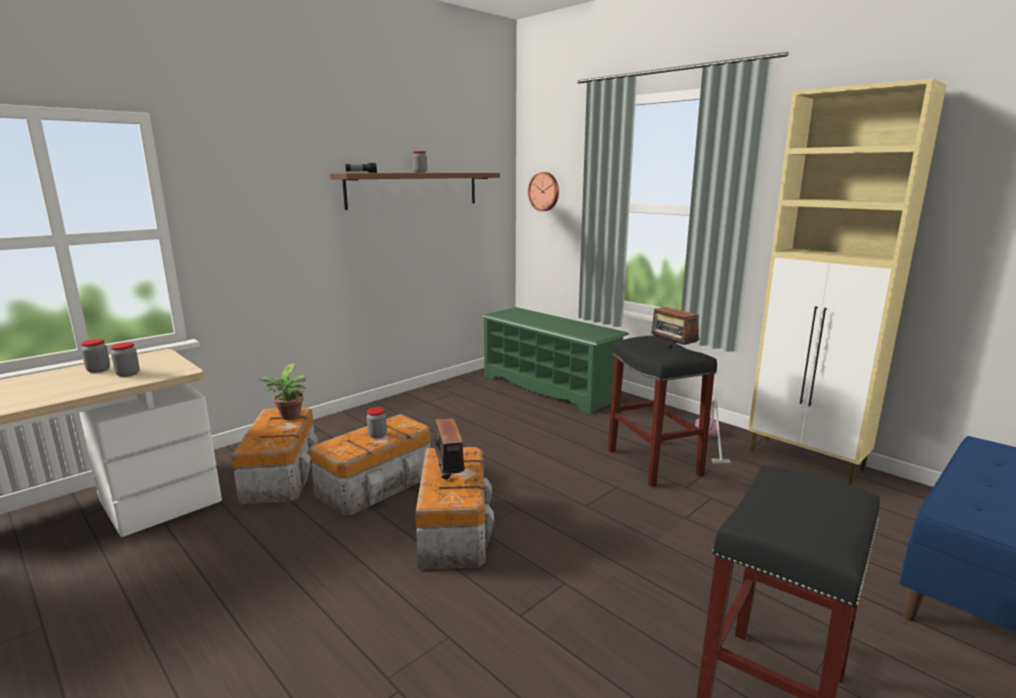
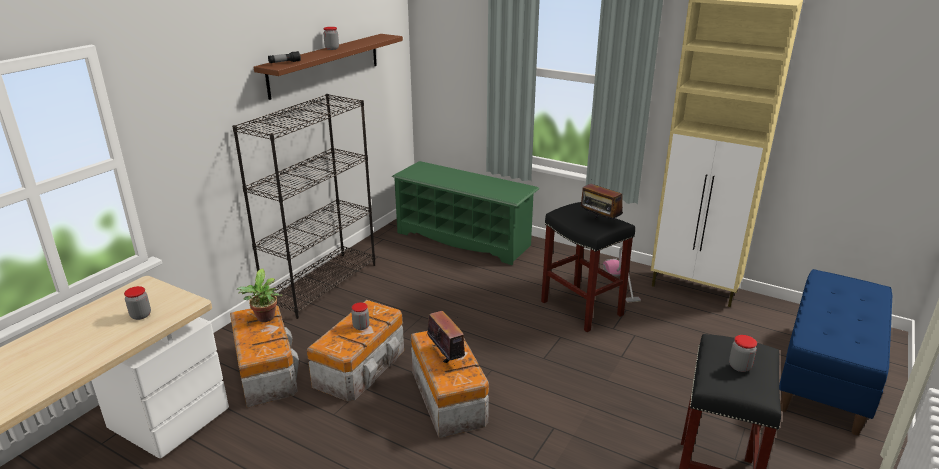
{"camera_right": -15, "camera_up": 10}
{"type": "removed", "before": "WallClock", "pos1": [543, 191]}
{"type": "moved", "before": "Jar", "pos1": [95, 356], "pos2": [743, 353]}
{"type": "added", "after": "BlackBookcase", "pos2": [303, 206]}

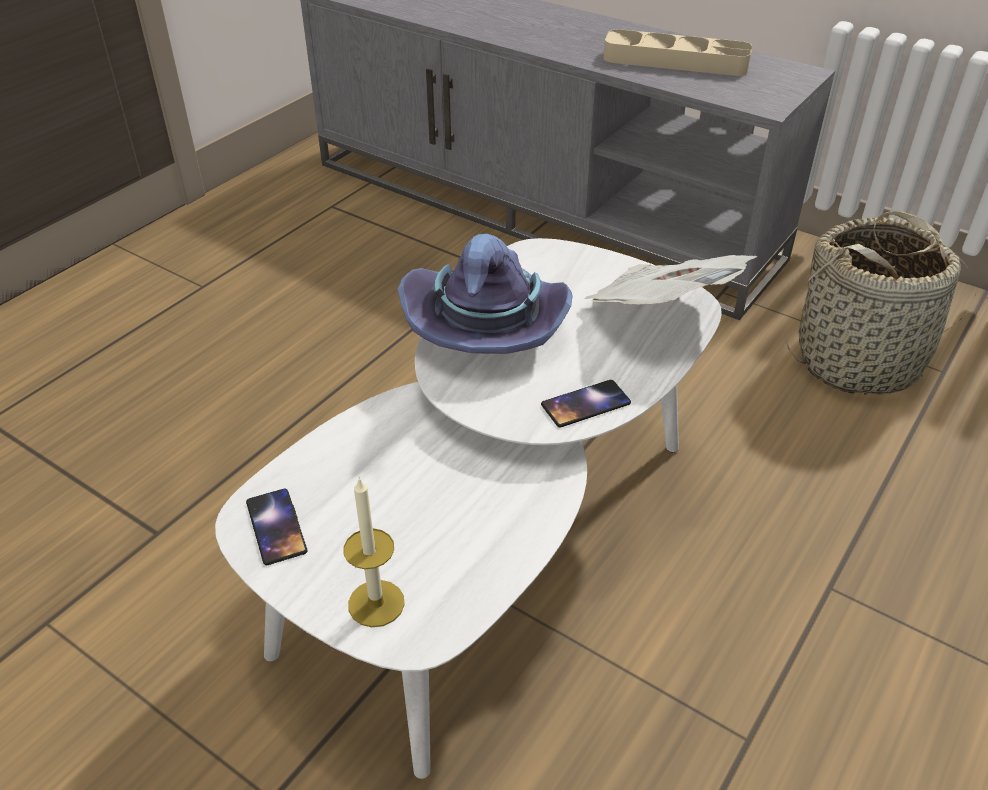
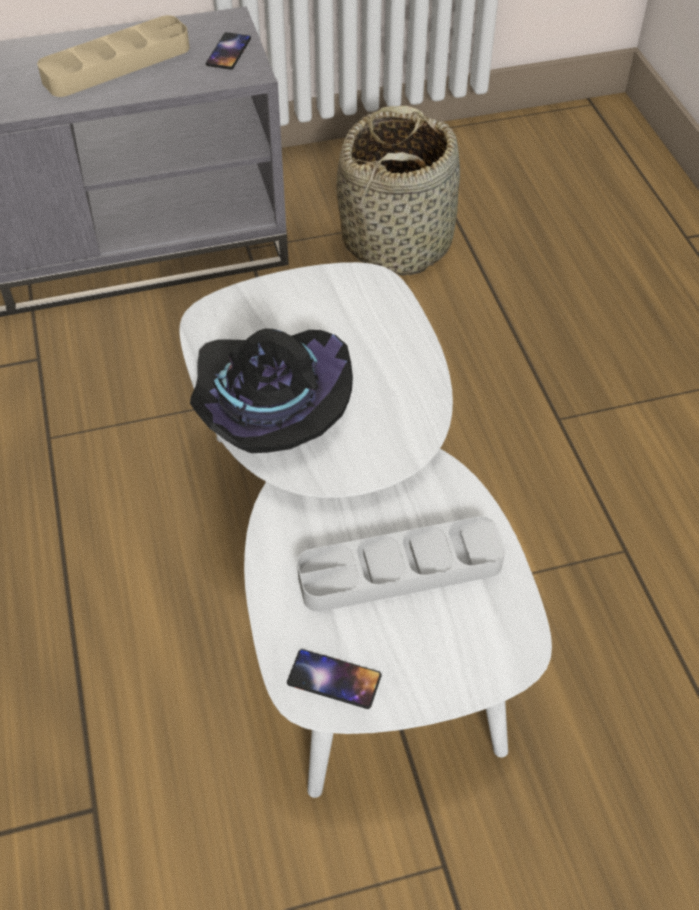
{"camera_right": -50, "camera_up": 10}
{"type": "recoloured", "before": "PurpleHat", "after": "BlackHat", "pos1": [485, 294], "pos2": [271, 391]}
{"type": "removed", "before": "Newspaper", "pos1": [670, 280]}
{"type": "moved", "before": "Phone", "pos1": [586, 404], "pos2": [228, 51]}
{"type": "removed", "before": "Candle", "pos1": [374, 552]}
{"type": "added", "after": "GreyTray", "pos2": [401, 564]}

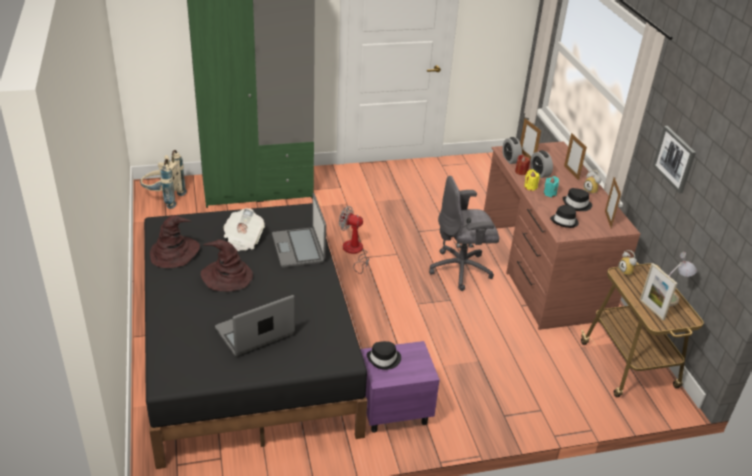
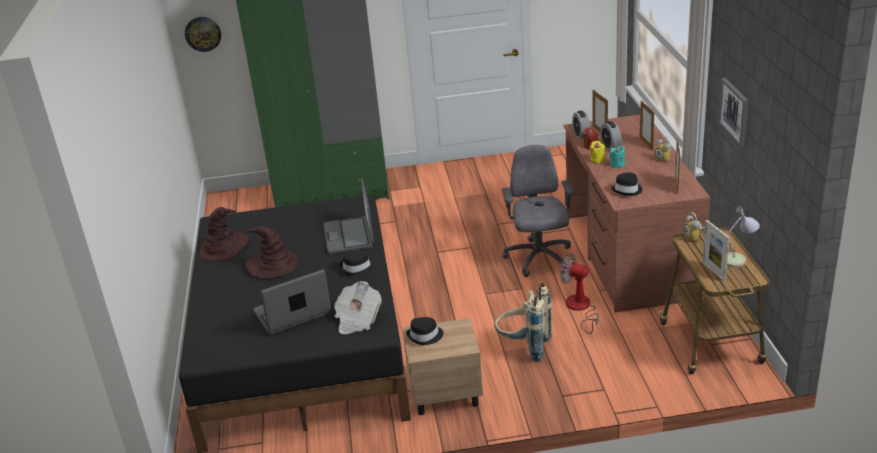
{"camera_right": 10, "camera_up": -5}
{"type": "moved", "before": "BeigeBackpack", "pos1": [163, 179], "pos2": [523, 322]}
{"type": "turned", "before": "GreyOfficeChair", "pos1": [464, 233], "pos2": [538, 211], "turn": 90}
{"type": "moved", "before": "BlackHat", "pos1": [577, 199], "pos2": [357, 263]}
{"type": "moved", "before": "Fan", "pos1": [354, 240], "pos2": [579, 294]}
{"type": "moved", "before": "Newspaper", "pos1": [244, 229], "pos2": [358, 307]}
{"type": "recoloured", "before": "PurpleNightstand", "after": "BeigeNightstand", "pos1": [400, 387], "pos2": [442, 366]}
{"type": "added", "after": "WallClock", "pos2": [203, 34]}

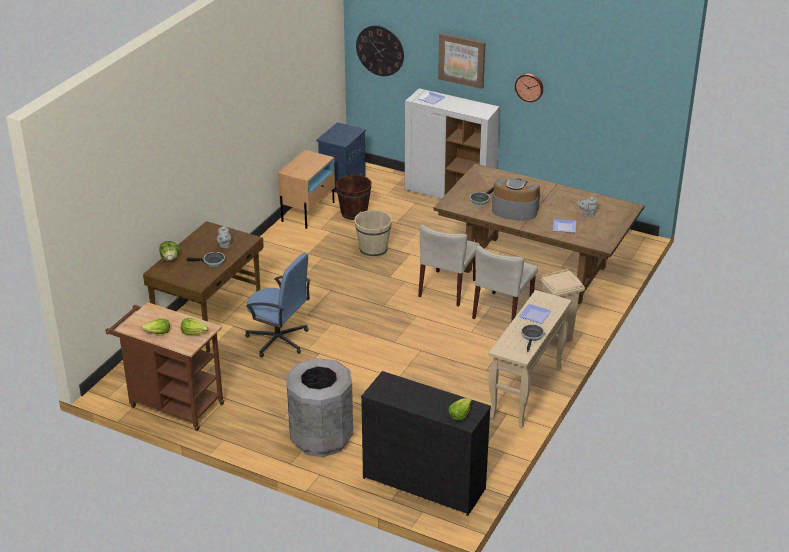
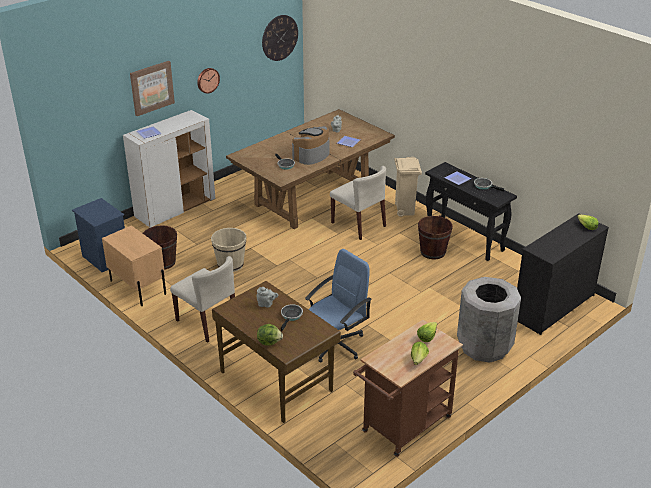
{"camera_right": -70, "camera_up": 0}
{"type": "moved", "before": "WallClock", "pos1": [380, 50], "pos2": [280, 38]}
{"type": "moved", "before": "BeigeChair", "pos1": [449, 266], "pos2": [202, 299]}
{"type": "recoloured", "before": "BeigeConsoleTable", "after": "BlackConsoleTable", "pos1": [530, 359], "pos2": [471, 211]}
{"type": "added", "after": "BrownBucket", "pos2": [435, 237]}

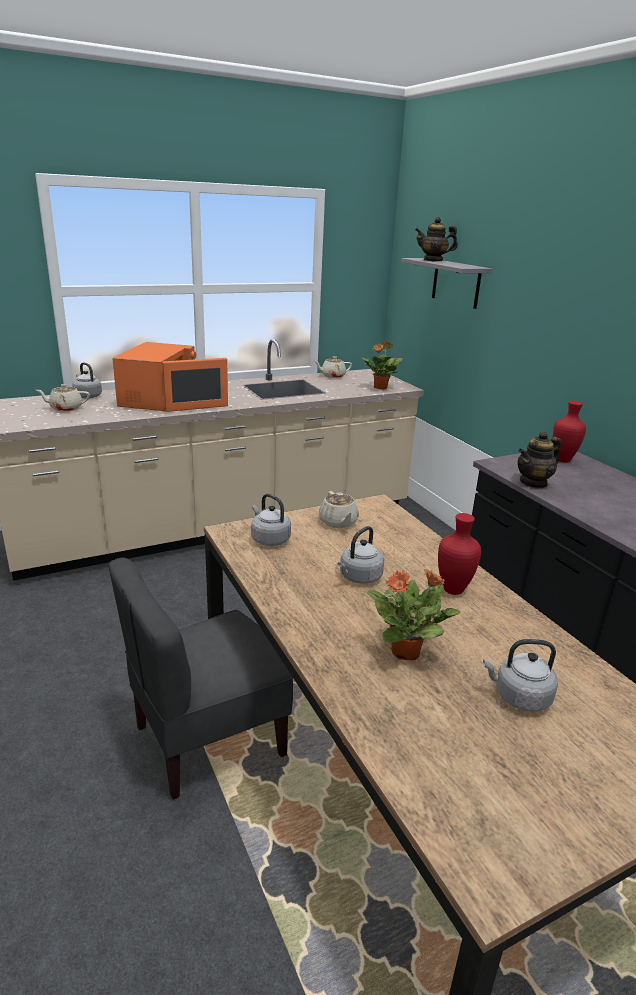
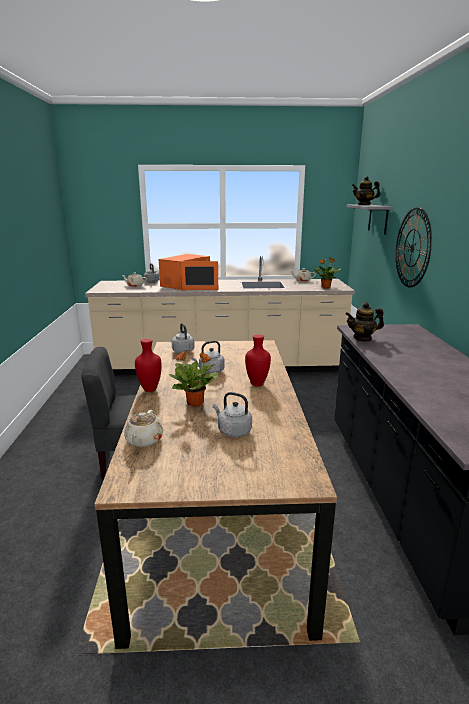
{"camera_right": 25, "camera_up": -5}
{"type": "moved", "before": "RedVase", "pos1": [569, 432], "pos2": [148, 365]}
{"type": "moved", "before": "BeigeTeapot", "pos1": [339, 509], "pos2": [143, 428]}
{"type": "added", "after": "WallClock", "pos2": [414, 247]}

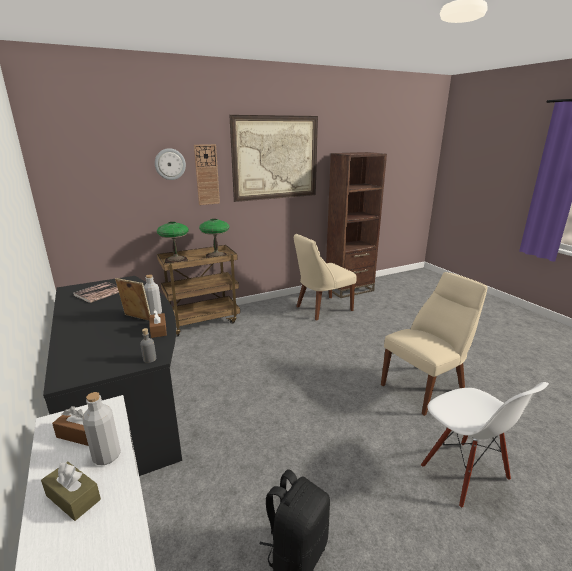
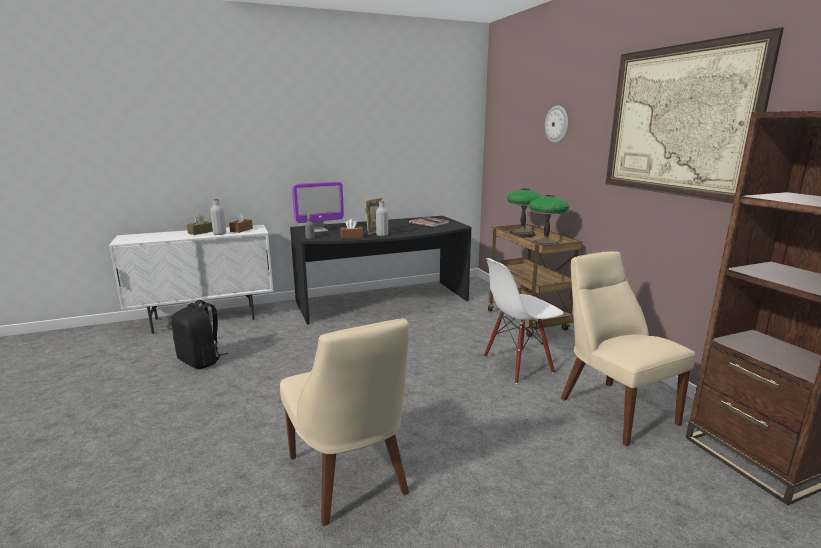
{"camera_right": 95, "camera_up": -5}
{"type": "removed", "before": "WallClock", "pos1": [207, 174]}
{"type": "moved", "before": "WhiteChair", "pos1": [485, 445], "pos2": [524, 321]}
{"type": "added", "after": "Monitor", "pos2": [318, 207]}

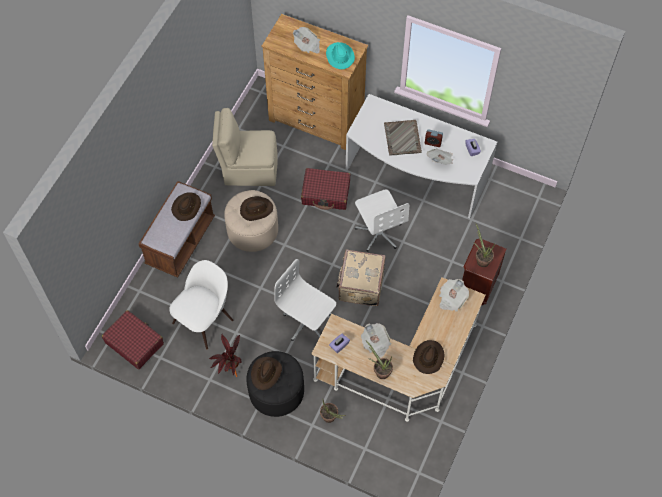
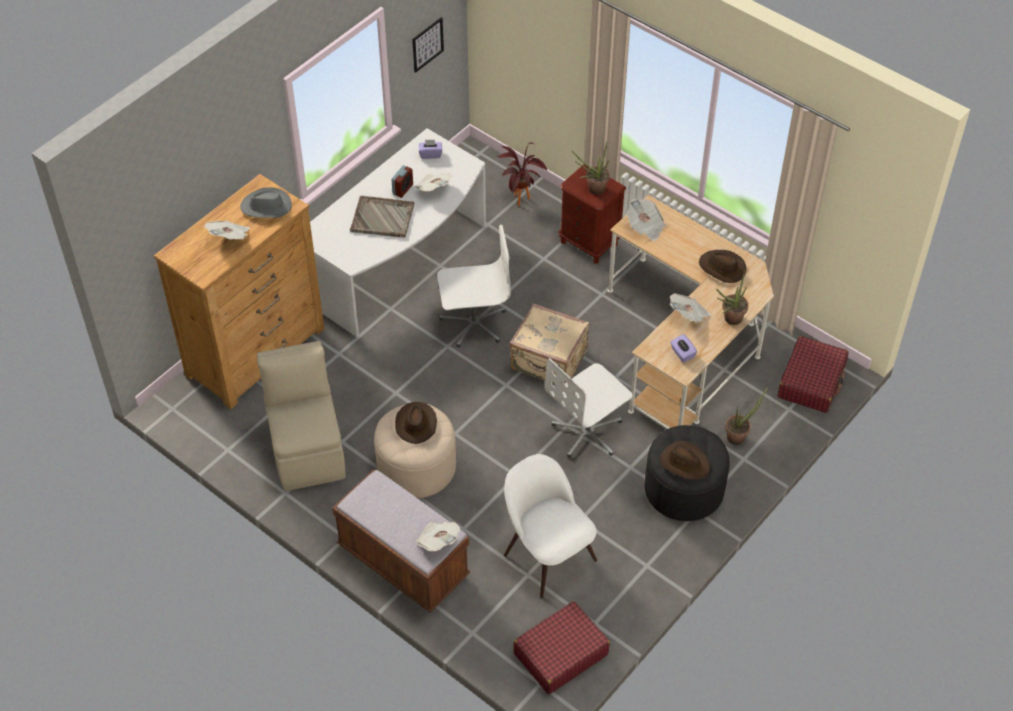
{"camera_right": -75, "camera_up": -10}
{"type": "recoloured", "before": "TurquoiseHat", "after": "GreyHat", "pos1": [340, 55], "pos2": [266, 202]}
{"type": "turned", "before": "BeigeChair", "pos1": [245, 147], "pos2": [301, 416], "turn": 150}
{"type": "moved", "before": "RedSuitcase", "pos1": [325, 189], "pos2": [813, 374]}
{"type": "removed", "before": "BrownHat", "pos1": [186, 206]}
{"type": "moved", "before": "PottedPlant", "pos1": [225, 355], "pos2": [521, 174]}
{"type": "added", "after": "Picture", "pos2": [428, 45]}
{"type": "added", "after": "Newspaper", "pos2": [438, 536]}

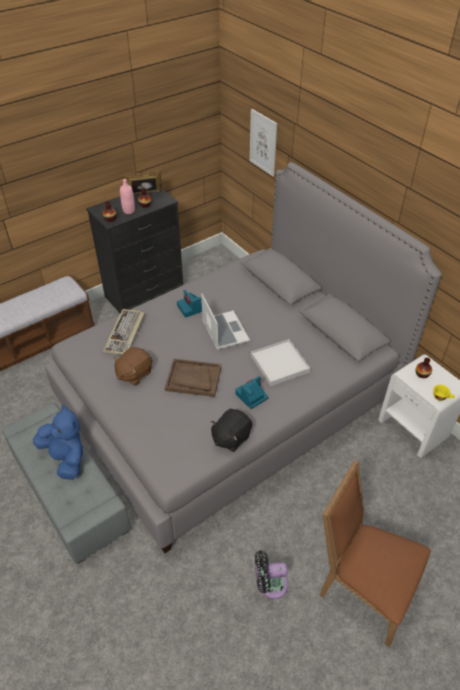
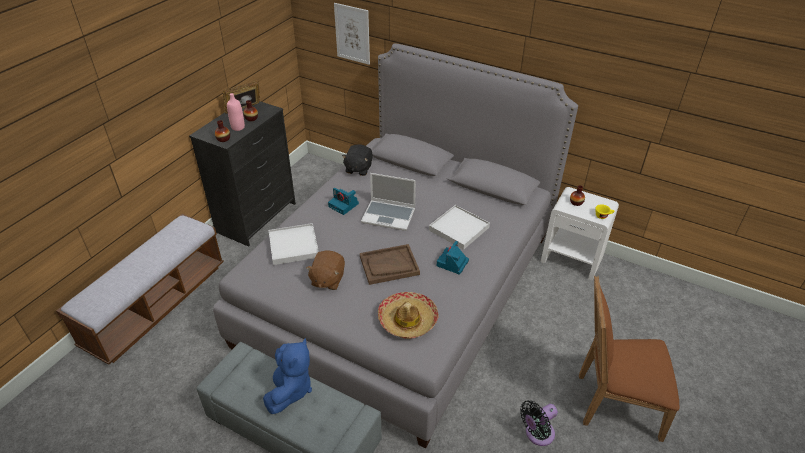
{"camera_right": -25, "camera_up": -5}
{"type": "turned", "before": "Laptop", "pos1": [225, 322], "pos2": [388, 202], "turn": 150}
{"type": "replaced", "before": "Keyboard", "after": "WhiteTray", "pos1": [124, 332], "pos2": [294, 244]}
{"type": "turned", "before": "BluePlushToy", "pos1": [58, 442], "pos2": [287, 376], "turn": 75}
{"type": "moved", "before": "BlackPlushToy", "pos1": [231, 430], "pos2": [357, 160]}
{"type": "added", "after": "Hat", "pos2": [408, 315]}

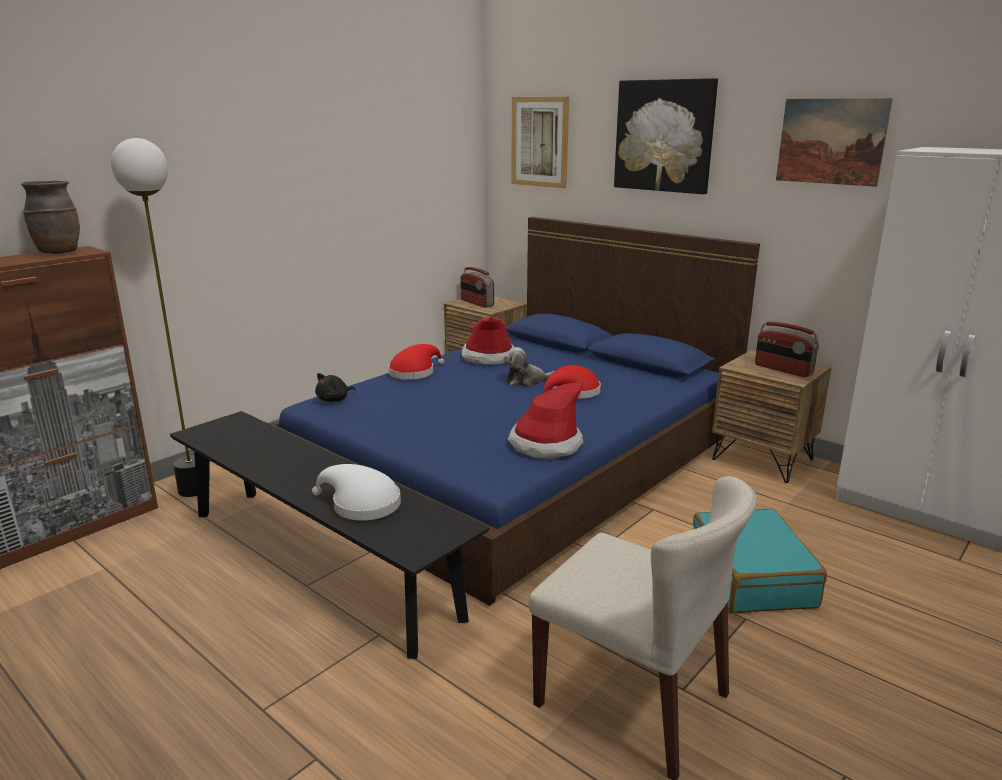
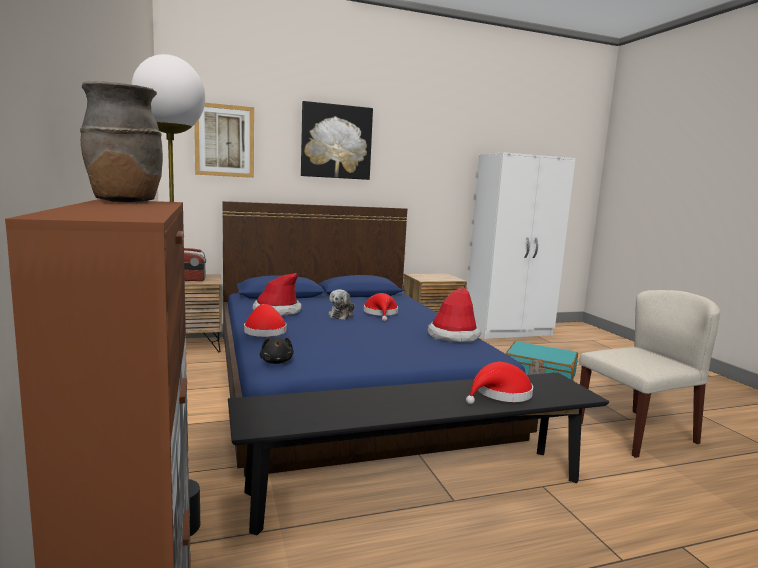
{"camera_right": -60, "camera_up": -10}
{"type": "removed", "before": "Picture", "pos1": [834, 142]}
{"type": "removed", "before": "Radio", "pos1": [787, 349]}
{"type": "recoloured", "before": "WhiteHat", "after": "RedHat", "pos1": [356, 492], "pos2": [499, 383]}

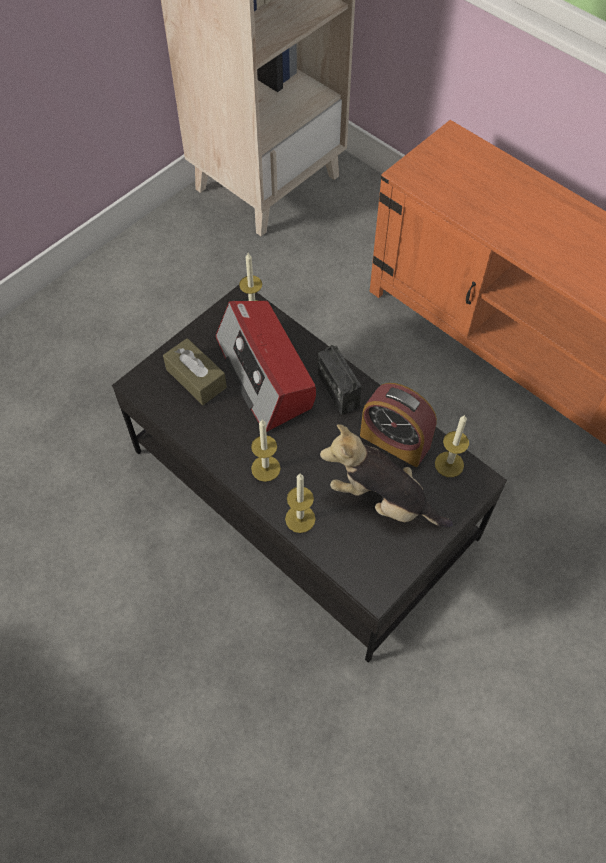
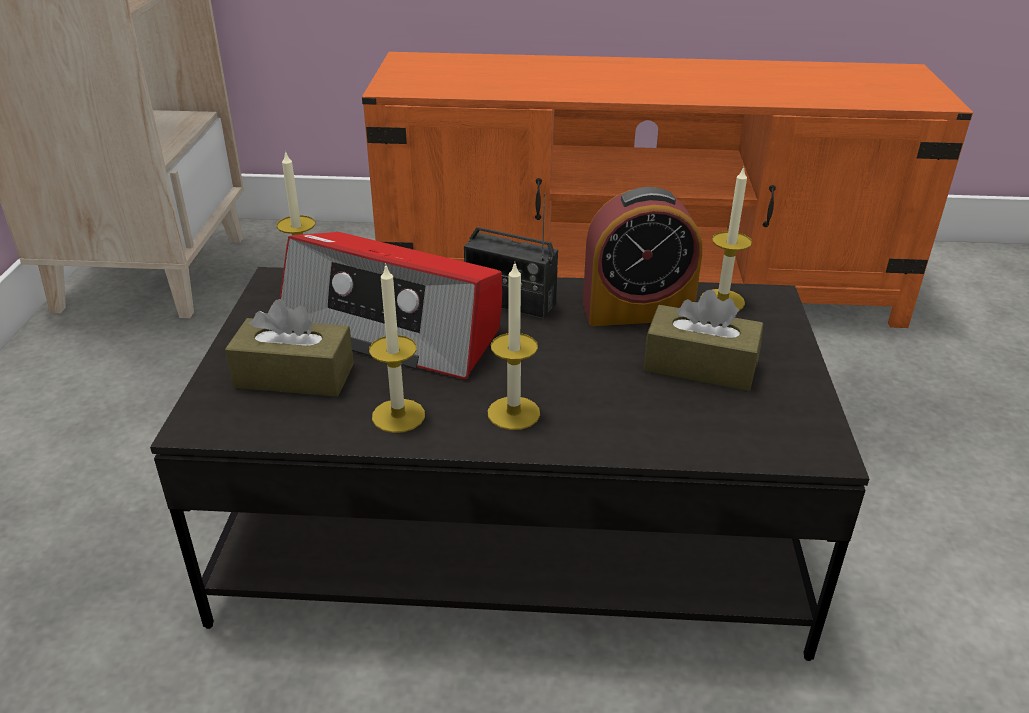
{"camera_right": -40, "camera_up": -25}
{"type": "replaced", "before": "PlushToy", "after": "BrownTissueBox", "pos1": [386, 476], "pos2": [703, 340]}
{"type": "moved", "before": "Candle", "pos1": [300, 503], "pos2": [397, 348]}

